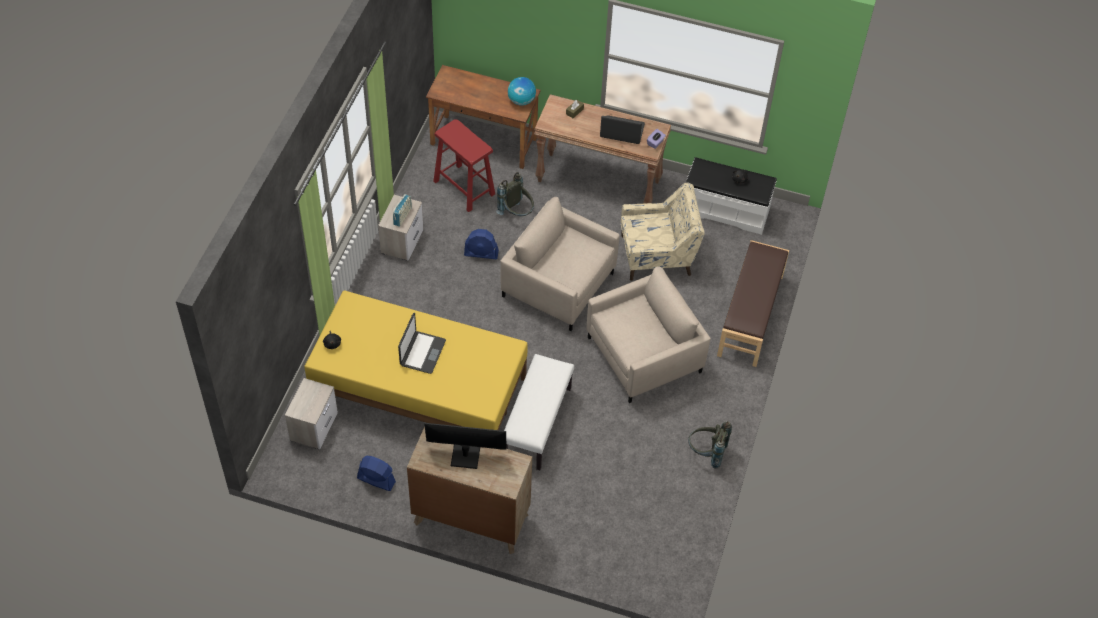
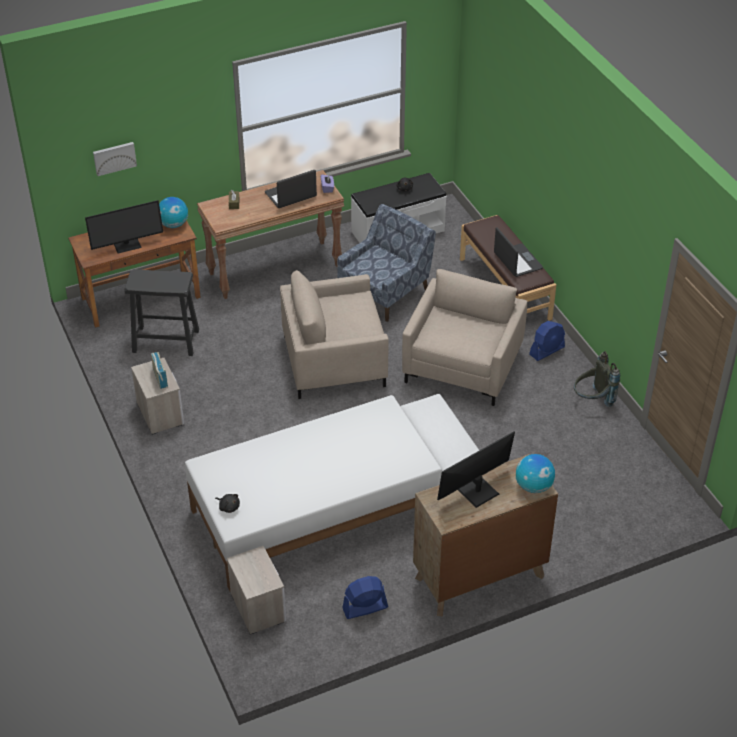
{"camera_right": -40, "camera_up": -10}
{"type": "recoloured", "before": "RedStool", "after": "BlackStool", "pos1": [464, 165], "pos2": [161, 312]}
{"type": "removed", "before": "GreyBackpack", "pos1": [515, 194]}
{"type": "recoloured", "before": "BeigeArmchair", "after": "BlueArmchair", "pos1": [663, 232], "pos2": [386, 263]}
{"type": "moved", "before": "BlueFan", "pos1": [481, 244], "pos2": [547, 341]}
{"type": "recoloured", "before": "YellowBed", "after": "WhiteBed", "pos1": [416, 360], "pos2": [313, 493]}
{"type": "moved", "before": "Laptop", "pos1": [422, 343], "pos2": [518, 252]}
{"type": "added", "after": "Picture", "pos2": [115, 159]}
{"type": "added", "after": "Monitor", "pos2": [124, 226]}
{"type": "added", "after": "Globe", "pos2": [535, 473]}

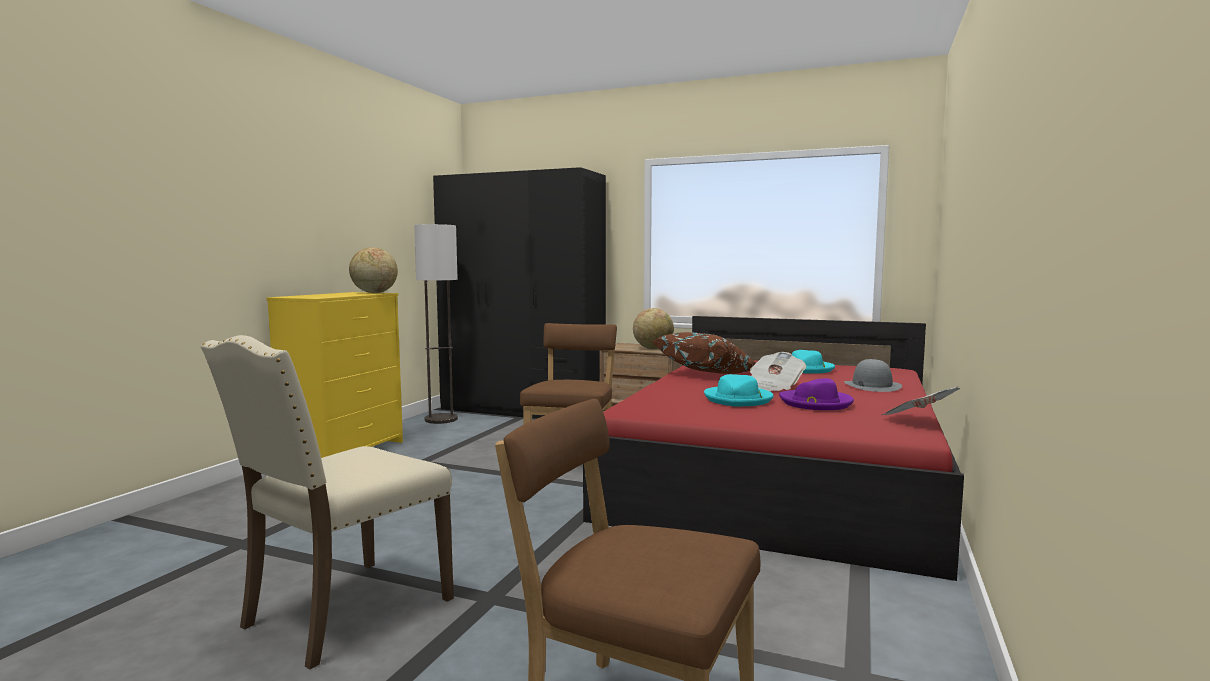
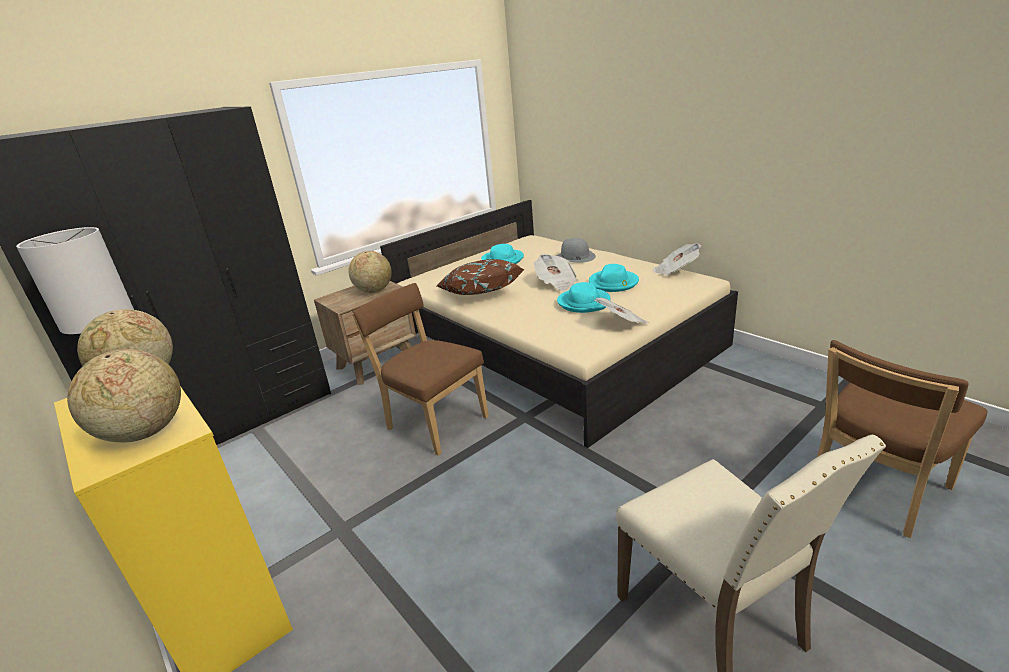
{"camera_right": -60, "camera_up": 20}
{"type": "recoloured", "before": "RedBed", "after": "BeigeBed", "pos1": [773, 448], "pos2": [559, 324]}
{"type": "recoloured", "before": "PurpleHat", "after": "TurquoiseHat", "pos1": [816, 394], "pos2": [614, 278]}
{"type": "added", "after": "Newspaper", "pos2": [621, 310]}
{"type": "added", "after": "Globe", "pos2": [124, 396]}

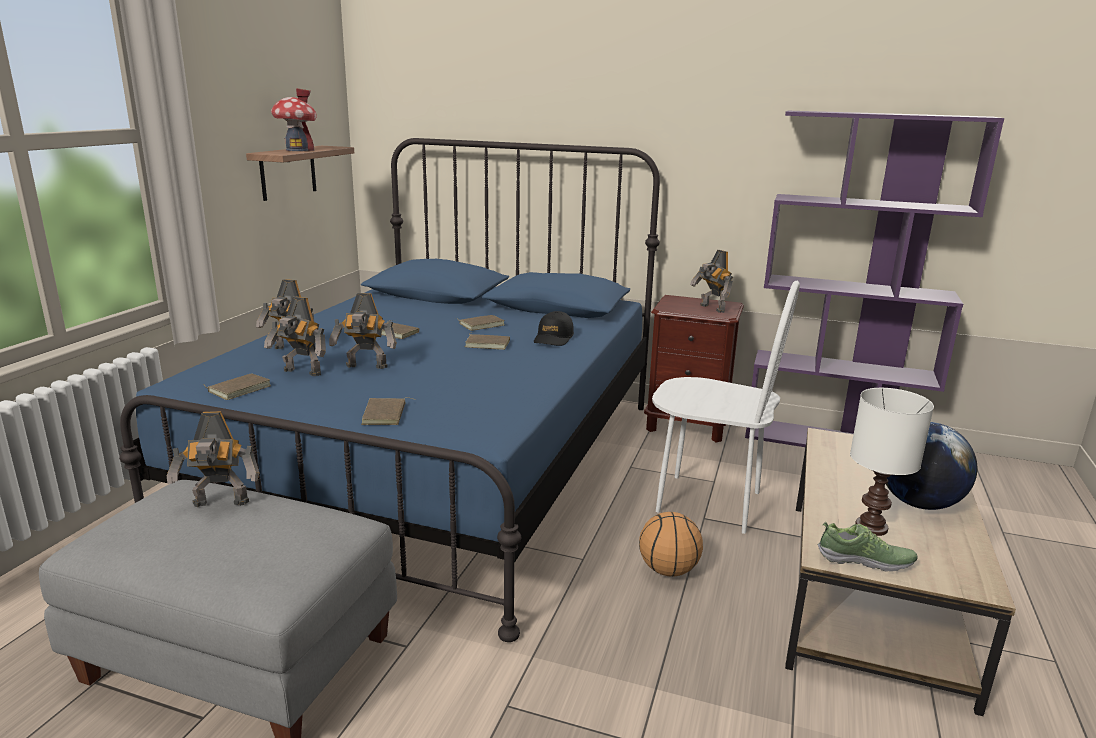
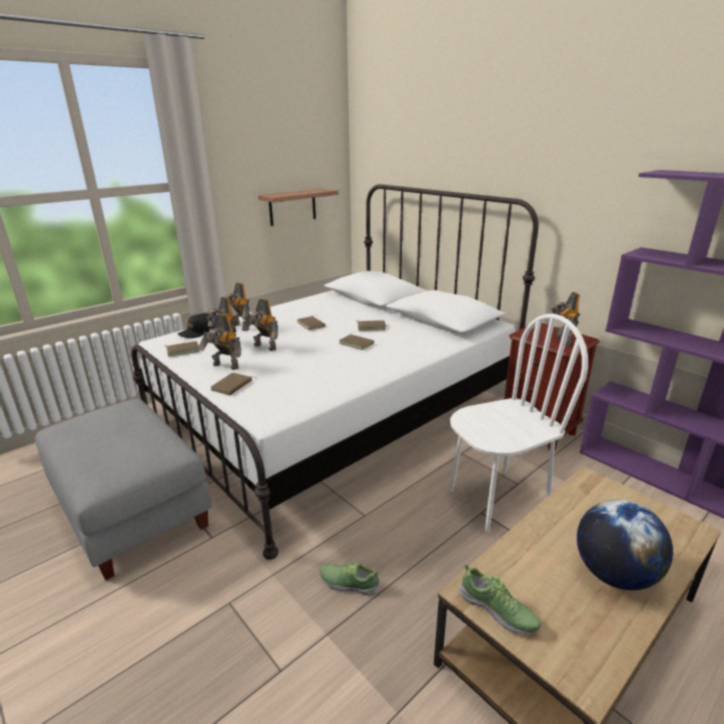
{"camera_right": 30, "camera_up": 5}
{"type": "removed", "before": "ToyHouse", "pos1": [294, 119]}
{"type": "recoloured", "before": "BlueBed", "after": "WhiteBed", "pos1": [389, 390], "pos2": [335, 372]}
{"type": "turned", "before": "WhiteChair", "pos1": [726, 407], "pos2": [518, 423], "turn": -75}
{"type": "moved", "before": "BlackCap", "pos1": [554, 328], "pos2": [196, 325]}
{"type": "removed", "before": "WhiteTableLamp", "pos1": [892, 462]}
{"type": "moved", "before": "ToyRobot", "pos1": [213, 459], "pos2": [220, 342]}
{"type": "removed", "before": "Basketball", "pos1": [671, 544]}
{"type": "added", "after": "Shoe", "pos2": [350, 578]}

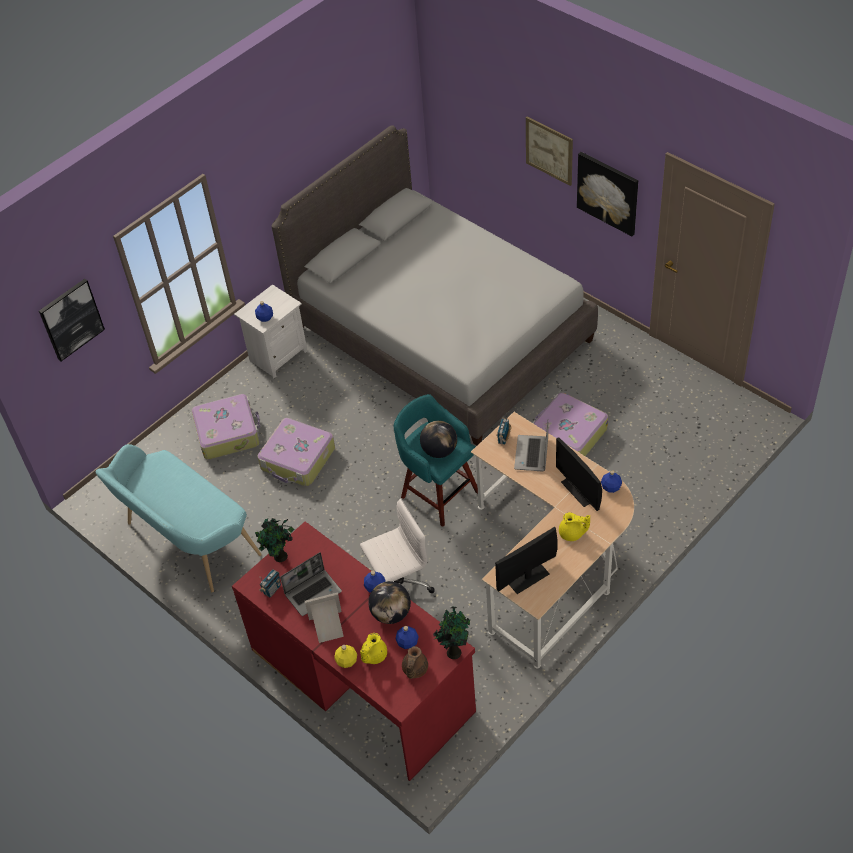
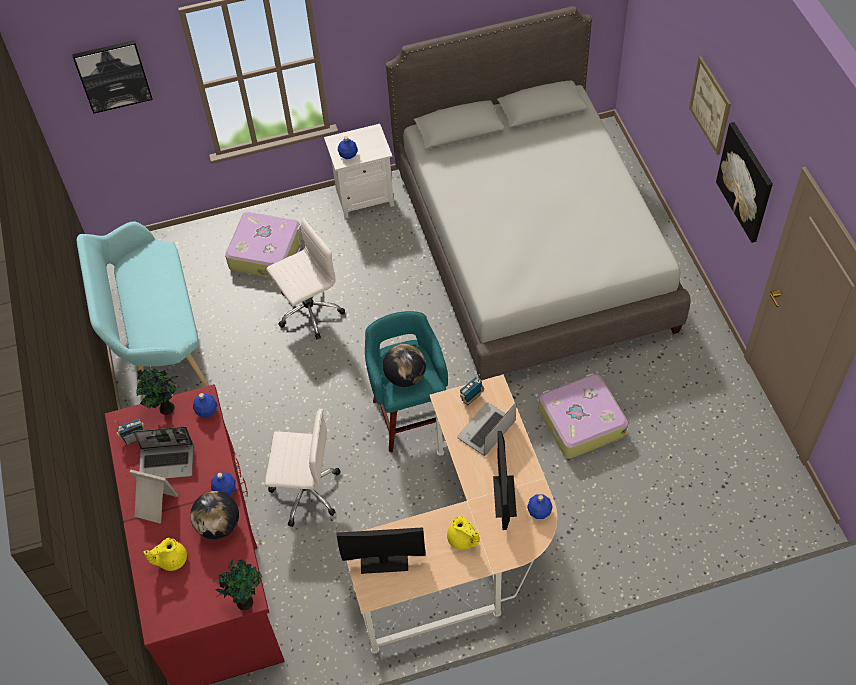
{"camera_right": 30, "camera_up": 5}
{"type": "replaced", "before": "Suitcase", "after": "WhiteOfficeChair", "pos1": [296, 452], "pos2": [305, 278]}
{"type": "moved", "before": "BlueBottle", "pos1": [407, 637], "pos2": [205, 405]}
{"type": "removed", "before": "YellowBottle", "pos1": [345, 656]}
{"type": "removed", "before": "BrownTeapot", "pos1": [415, 662]}

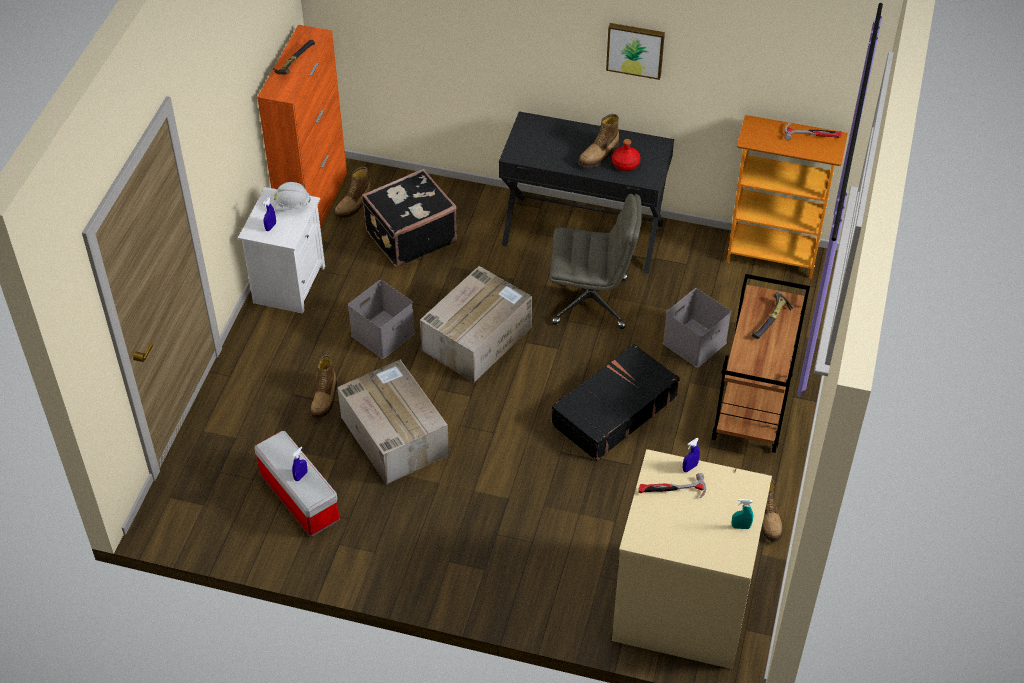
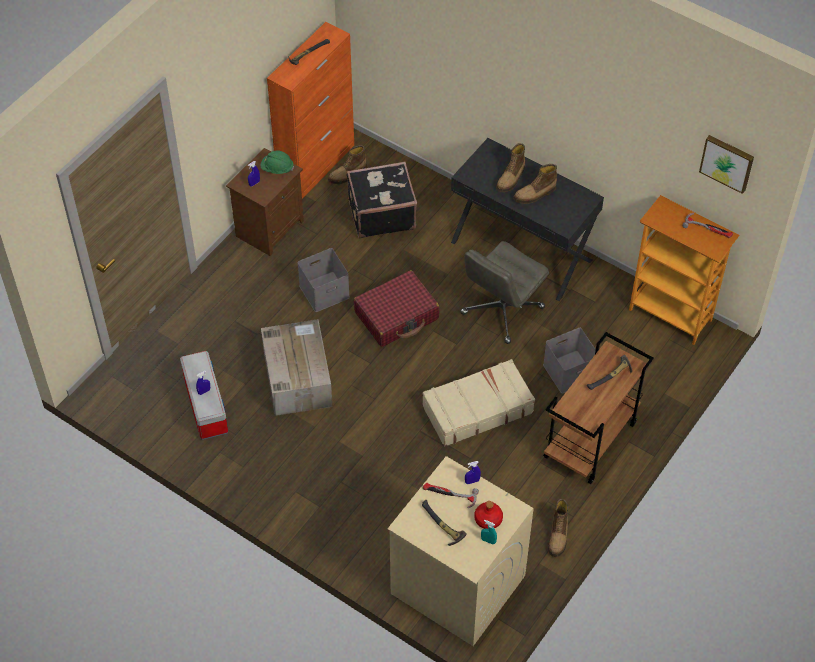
{"camera_right": 20, "camera_up": 5}
{"type": "moved", "before": "Picture", "pos1": [635, 51], "pos2": [726, 164]}
{"type": "moved", "before": "RedBottle", "pos1": [626, 155], "pos2": [488, 515]}
{"type": "recoloured", "before": "WhiteHardHat", "after": "GreenHardHat", "pos1": [290, 196], "pos2": [277, 162]}
{"type": "recoloured", "before": "WhiteNightstand", "after": "BrownNightstand", "pos1": [281, 250], "pos2": [265, 202]}
{"type": "turned", "before": "GreyOfficeChair", "pos1": [596, 261], "pos2": [504, 292], "turn": 105}
{"type": "replaced", "before": "CardboardBox", "after": "RedSuitcase", "pos1": [476, 324], "pos2": [396, 308]}
{"type": "recoloured", "before": "BlackSuitcase", "after": "BeigeSuitcase", "pos1": [615, 402], "pos2": [478, 403]}
{"type": "moved", "before": "Boot", "pos1": [323, 387], "pos2": [510, 167]}
{"type": "added", "after": "Hammer", "pos2": [444, 523]}

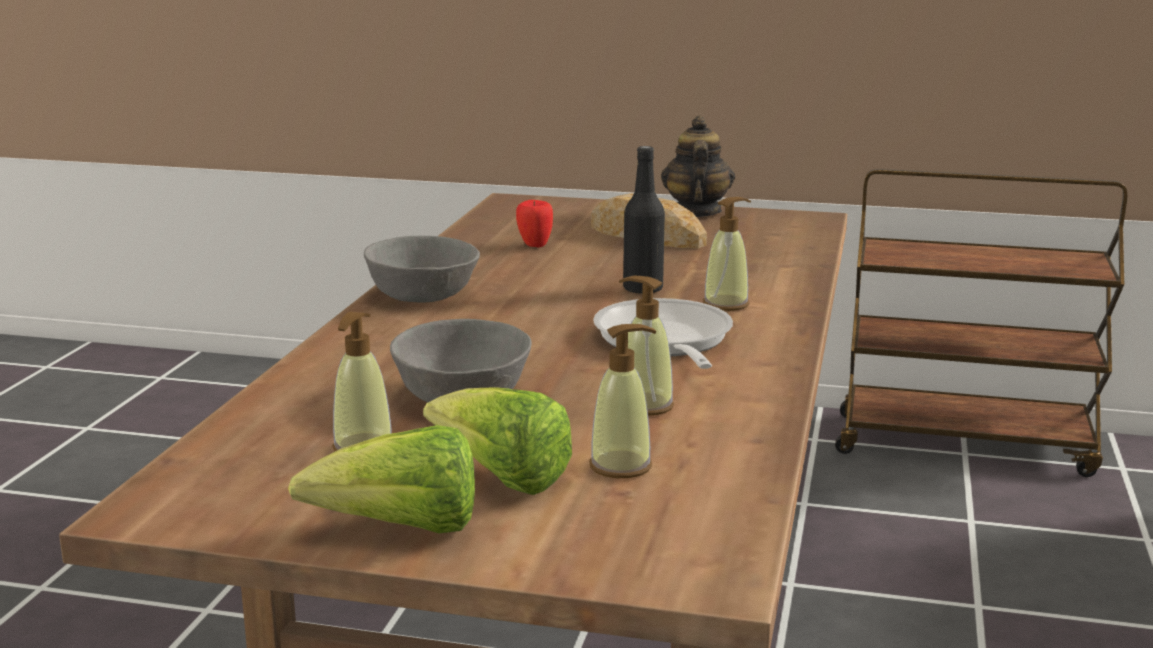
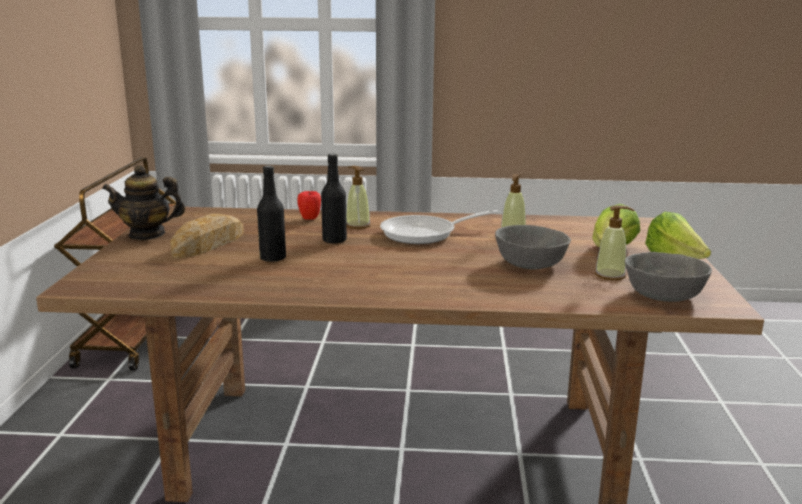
{"camera_right": -100, "camera_up": 0}
{"type": "moved", "before": "Apple", "pos1": [534, 224], "pos2": [309, 205]}
{"type": "moved", "before": "GreyBowl", "pos1": [422, 269], "pos2": [668, 277]}
{"type": "removed", "before": "SoapDispenser", "pos1": [622, 401]}
{"type": "added", "after": "BlackBottle", "pos2": [271, 213]}

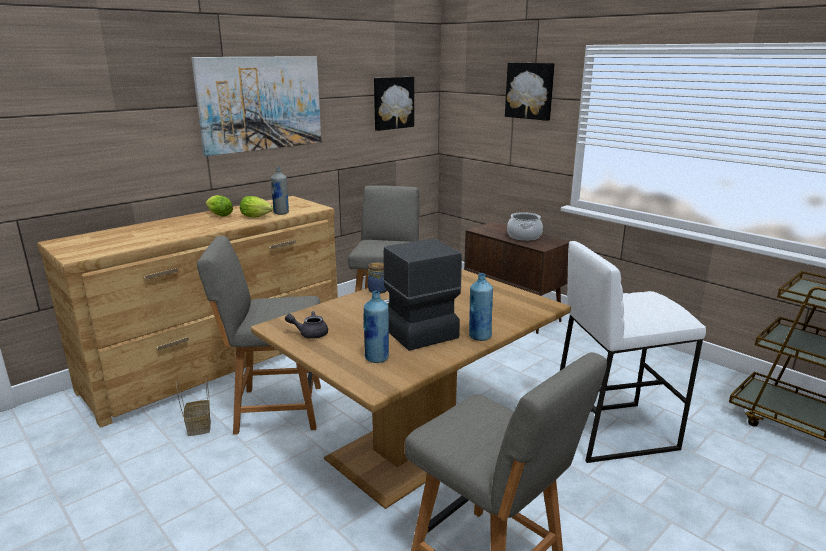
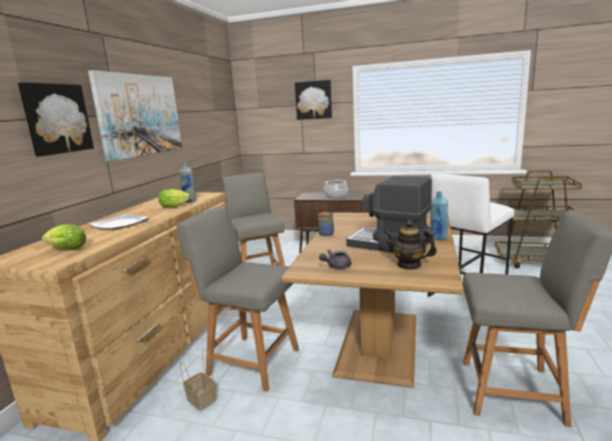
{"camera_right": -30, "camera_up": -5}
{"type": "moved", "before": "Picture", "pos1": [394, 104], "pos2": [56, 119]}
{"type": "moved", "before": "Lettuce", "pos1": [219, 206], "pos2": [64, 236]}
{"type": "turned", "before": "GreyChair", "pos1": [259, 335], "pos2": [237, 299], "turn": 60}
{"type": "replaced", "before": "BlueBottle", "after": "Teapot", "pos1": [376, 327], "pos2": [410, 245]}
{"type": "added", "after": "Plate", "pos2": [119, 221]}

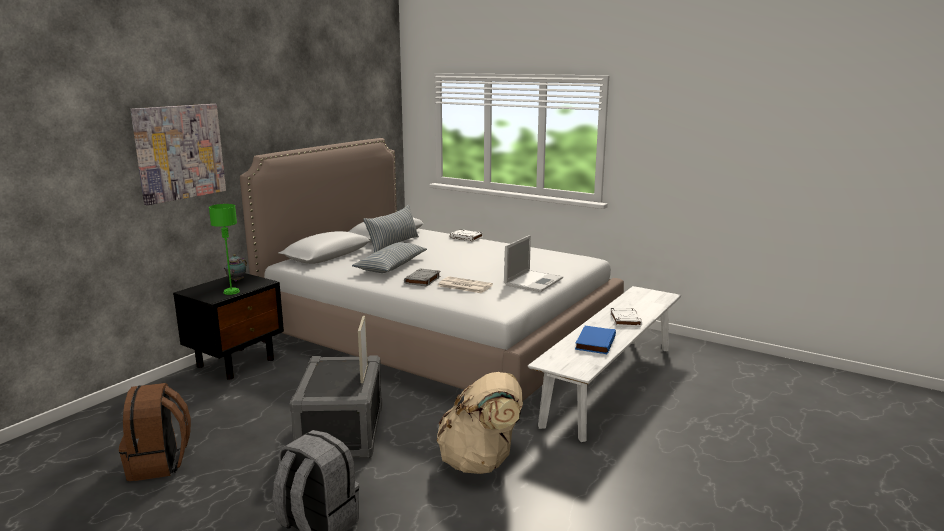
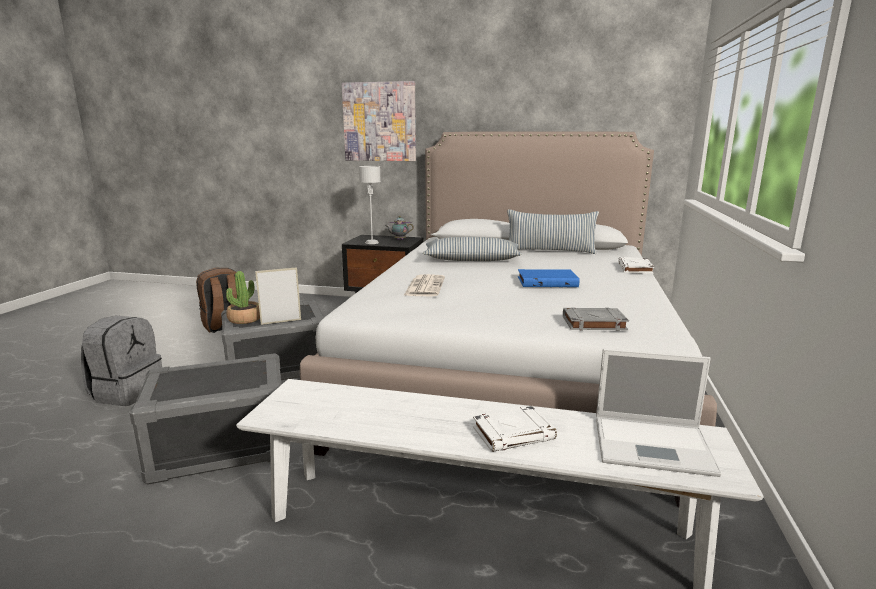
{"camera_right": 70, "camera_up": 0}
{"type": "recoloured", "before": "GreenTableLamp", "after": "GreyTableLamp", "pos1": [224, 249], "pos2": [370, 205]}
{"type": "moved", "before": "Laptop", "pos1": [533, 263], "pos2": [658, 413]}
{"type": "moved", "before": "GreyBook", "pos1": [422, 277], "pos2": [596, 319]}
{"type": "moved", "before": "BlueBook", "pos1": [595, 340], "pos2": [548, 278]}
{"type": "replaced", "before": "BeigeBackpack", "after": "GreyStorageBox", "pos1": [480, 423], "pos2": [205, 419]}
{"type": "added", "after": "PottedPlant", "pos2": [243, 297]}

